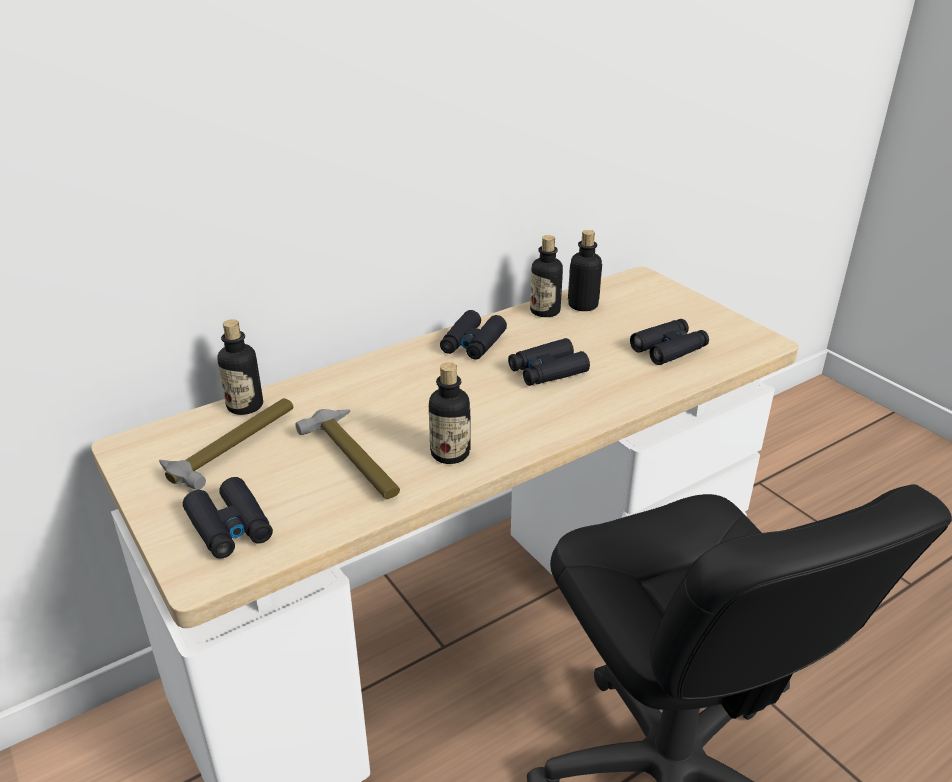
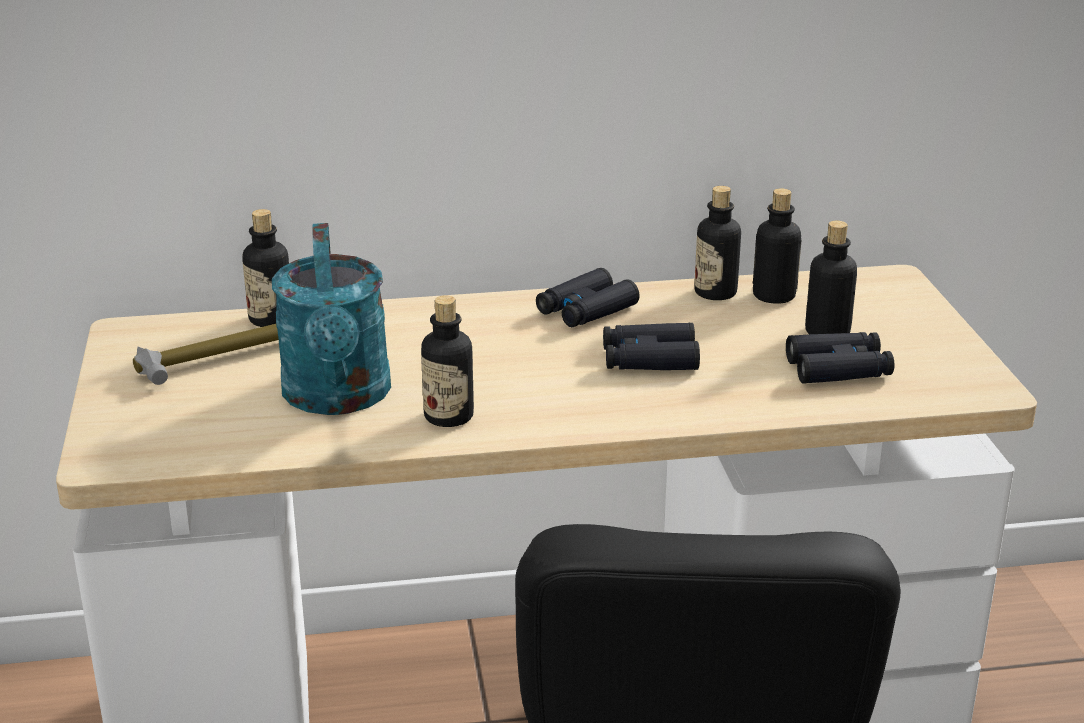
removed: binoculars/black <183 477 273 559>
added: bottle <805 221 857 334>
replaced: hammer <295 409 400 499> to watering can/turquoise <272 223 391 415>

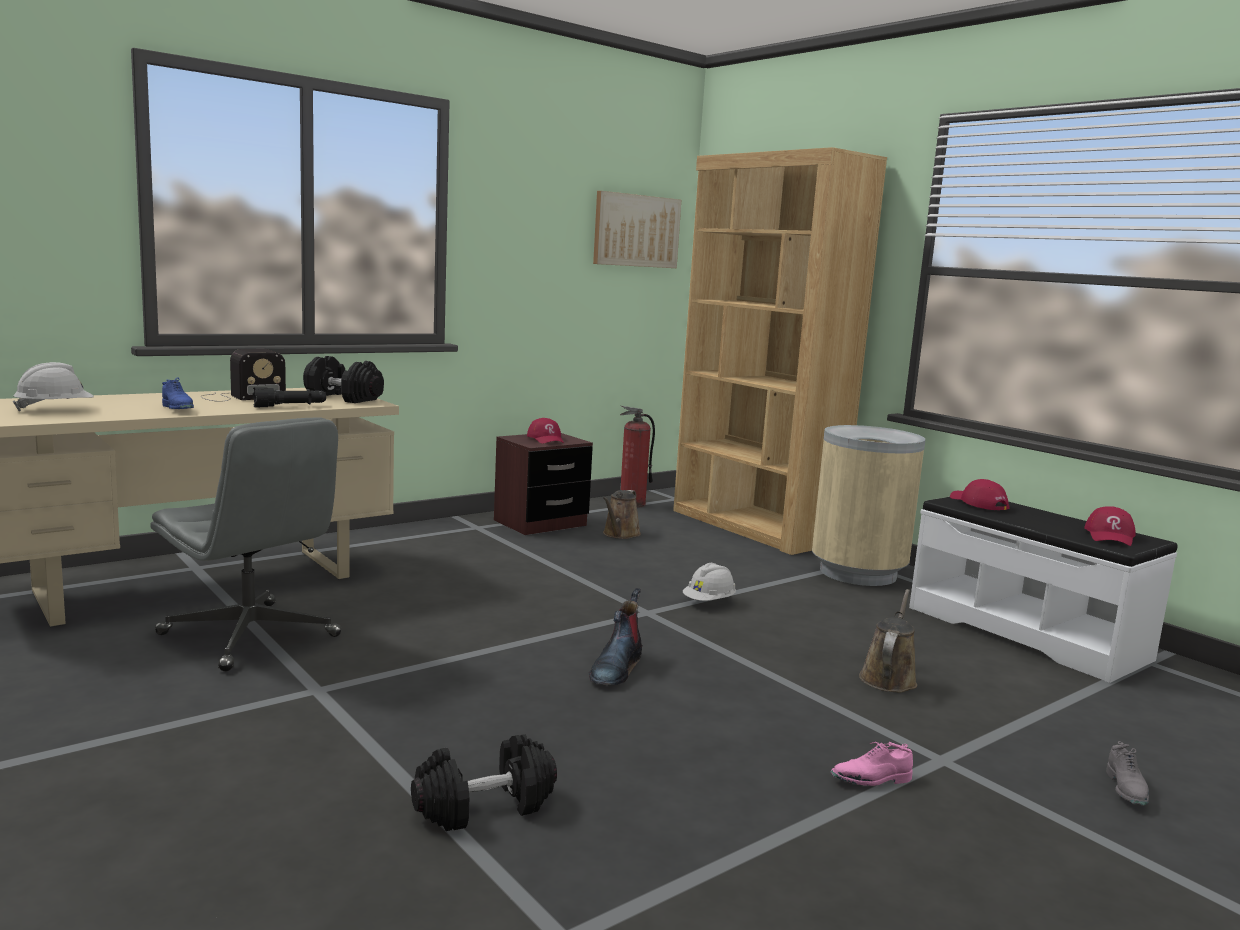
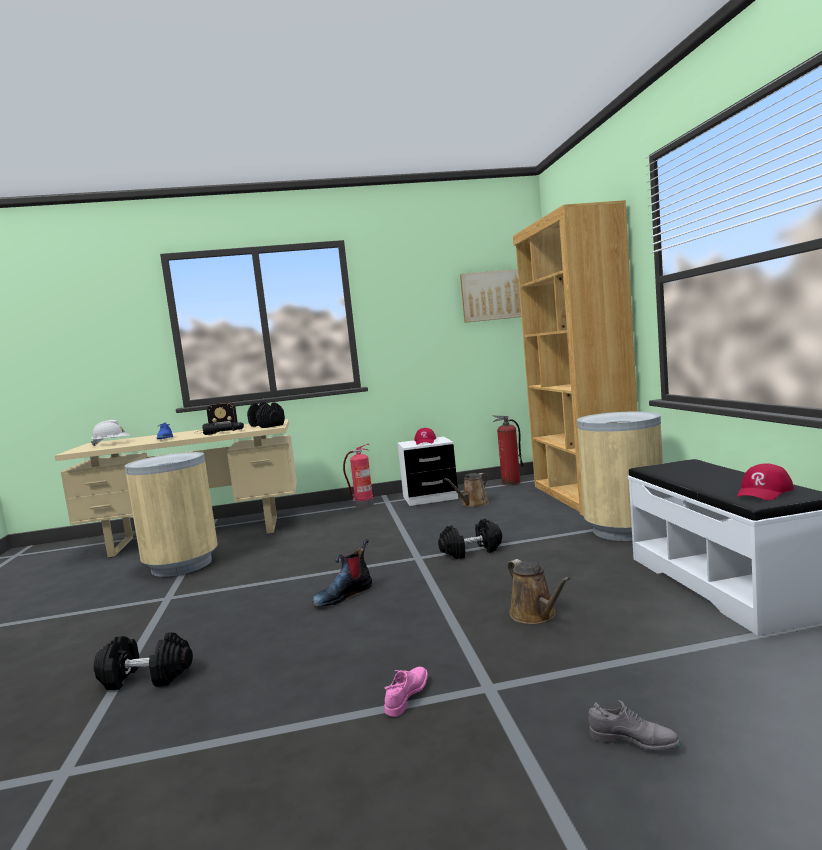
removed: cap/red <950 479 1009 510>
added: fire extinguisher <343 444 374 508>
replaced: office chair/grey <150 417 341 671> to trash can/beige <125 452 218 577>; hard hat/white <683 563 736 601> to dumbbell/black <438 519 502 559>
recoloured: nightstand/brown <494 433 593 535> to nightstand/white <397 437 458 506>
turned: shoe/pink <831 742 913 786> = <384 667 428 717> 105 degrees clockwise; watering can/brown <859 589 917 692> = <507 559 570 624> 105 degrees clockwise; shoe/grey <1106 741 1149 806> = <588 700 681 751> 105 degrees counterclockwise

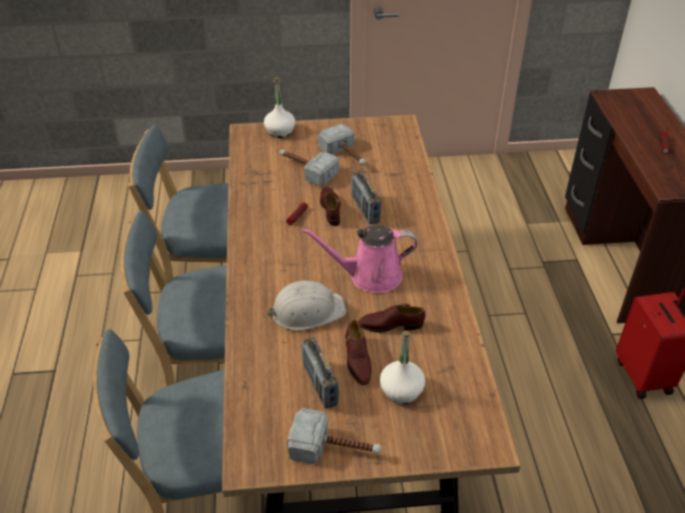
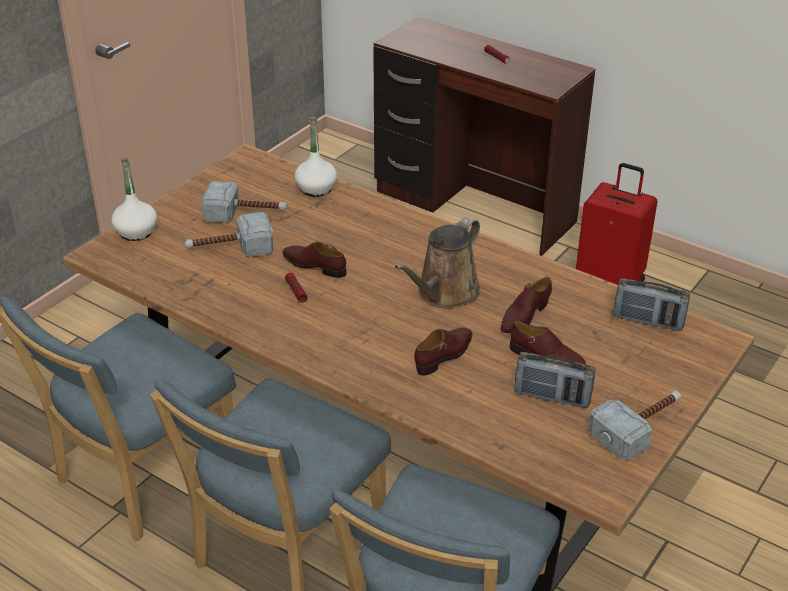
moved: radio <352 172 381 225> to <613 278 690 331>; bottle/white <380 331 425 404> to <295 116 337 197>
replaced: hard hat/white <267 281 346 330> to shoe/brown <414 327 472 375>
recoloured: watering can/pink <301 225 417 293> to watering can/brown <395 217 480 308>

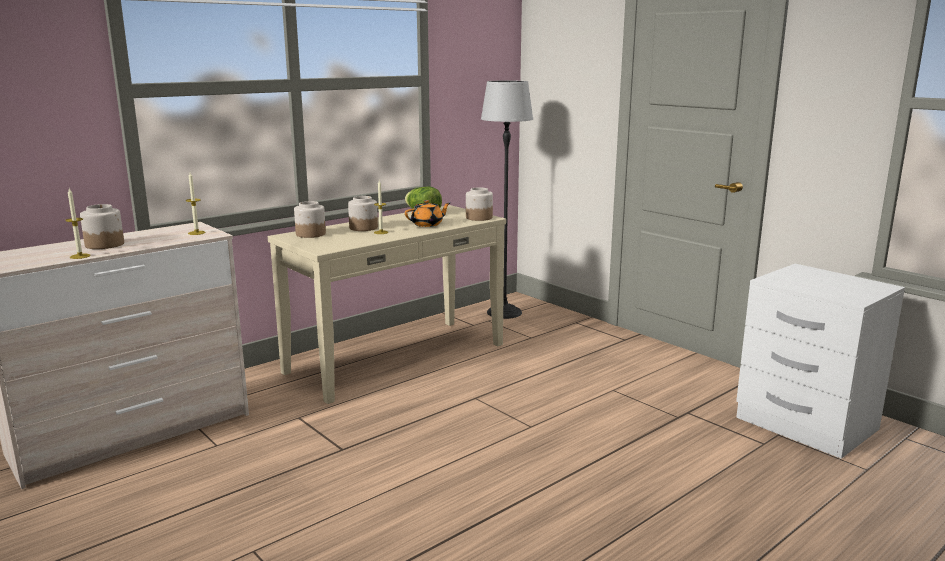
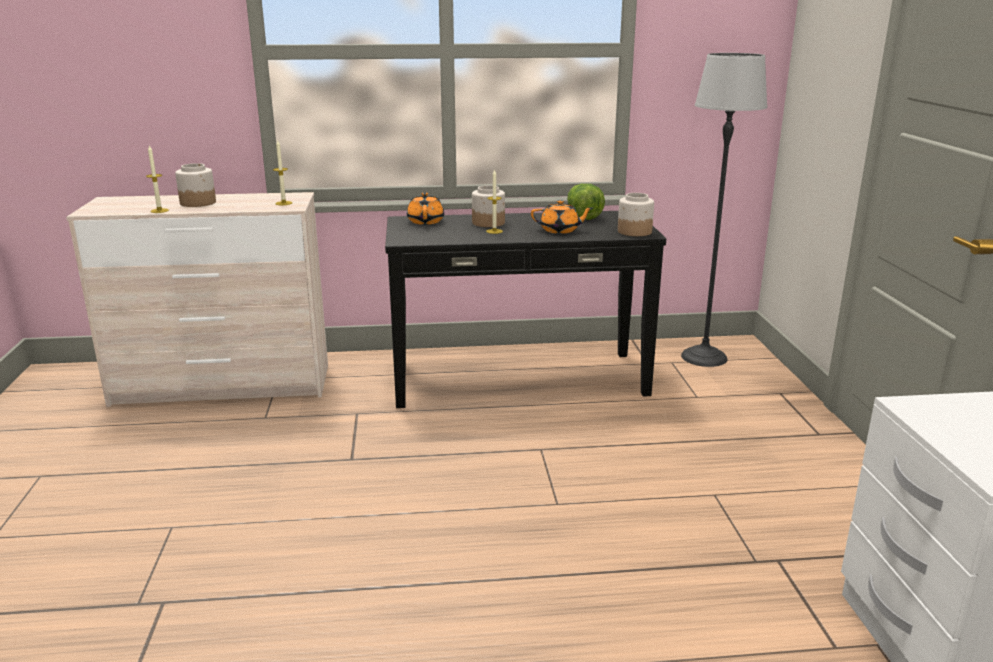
replaced: jar <294 201 326 238> to teapot/orange <407 192 444 225>
recoloured: console table/beige <268 205 506 404> to console table/black <385 211 666 408>

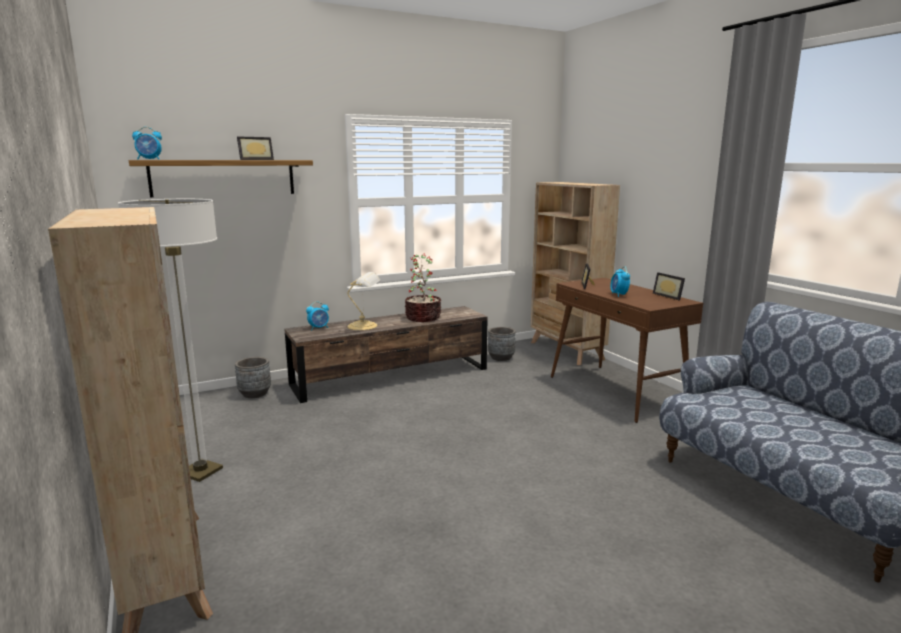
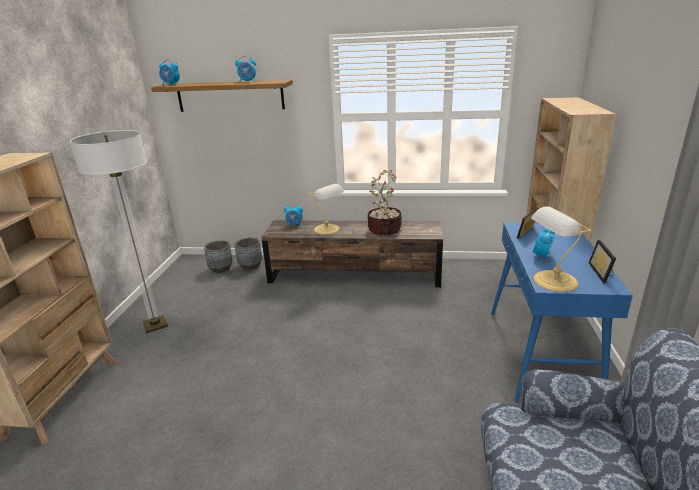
added: table lamp <531 206 591 292>
moved: planter/grey <488 327 516 361> to <204 240 233 273>
replaced: picture frame <237 136 274 160> to alarm clock <235 56 256 83>
recoloured: console table/brown <551 278 703 423> to console table/blue <491 223 633 402>

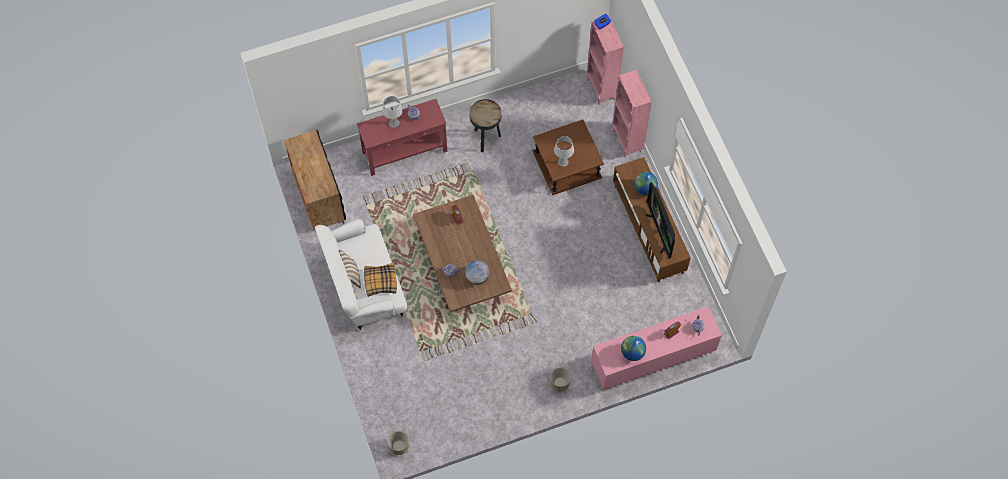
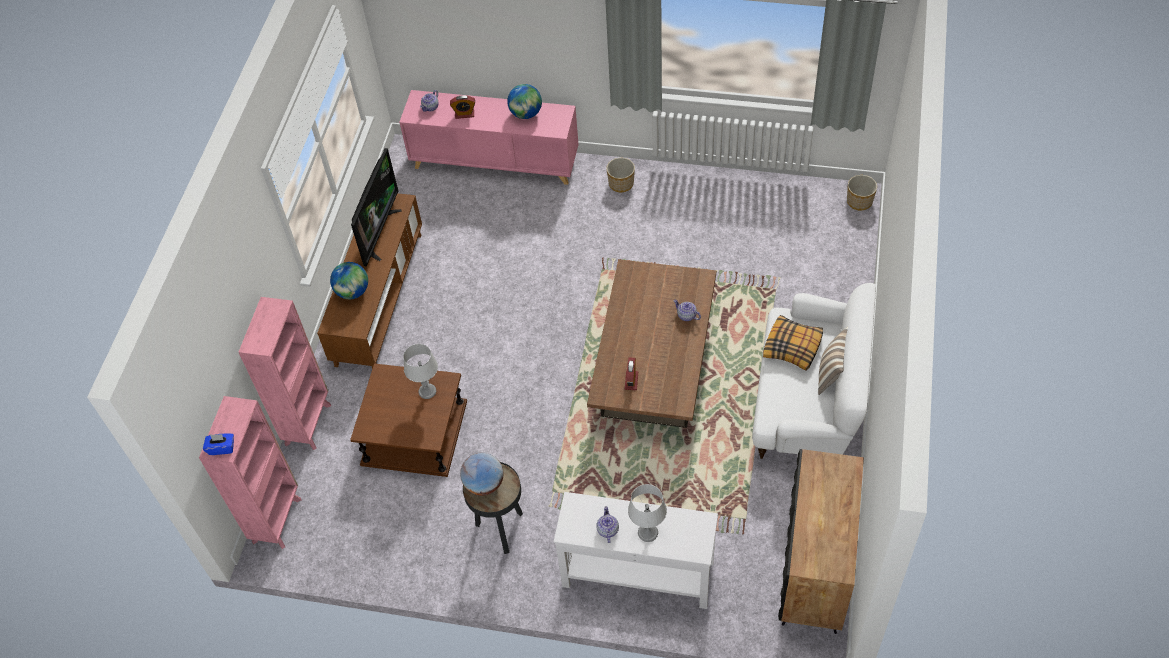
moved: globe <465 260 490 285> to <460 452 504 496>
recoloured: console table/red <357 99 448 176> to console table/white <554 492 718 609>

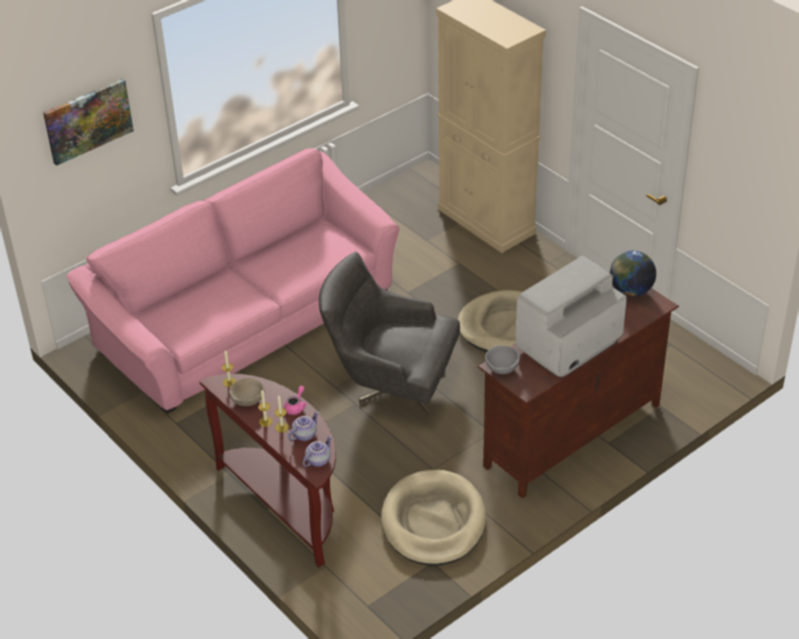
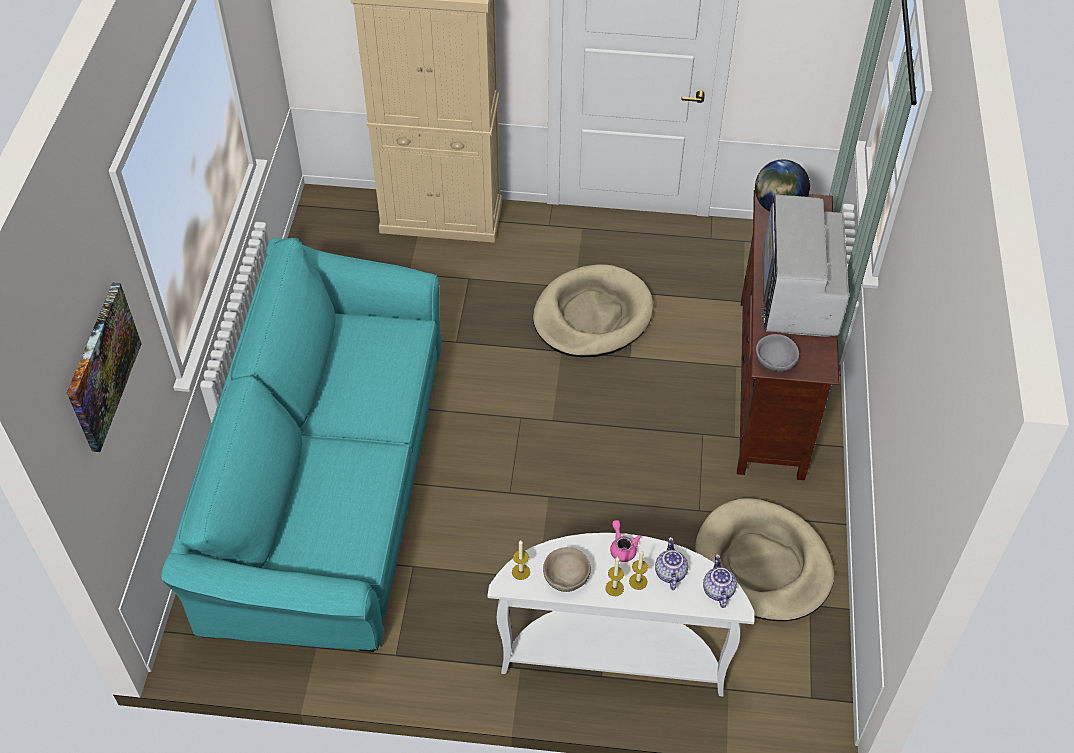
removed: armchair/grey <319 252 460 415>
recoloured: sofa/pink <67 148 399 414> to sofa/turquoise <161 238 441 652>; console table/brown <199 374 336 568> to console table/white <488 533 755 696>

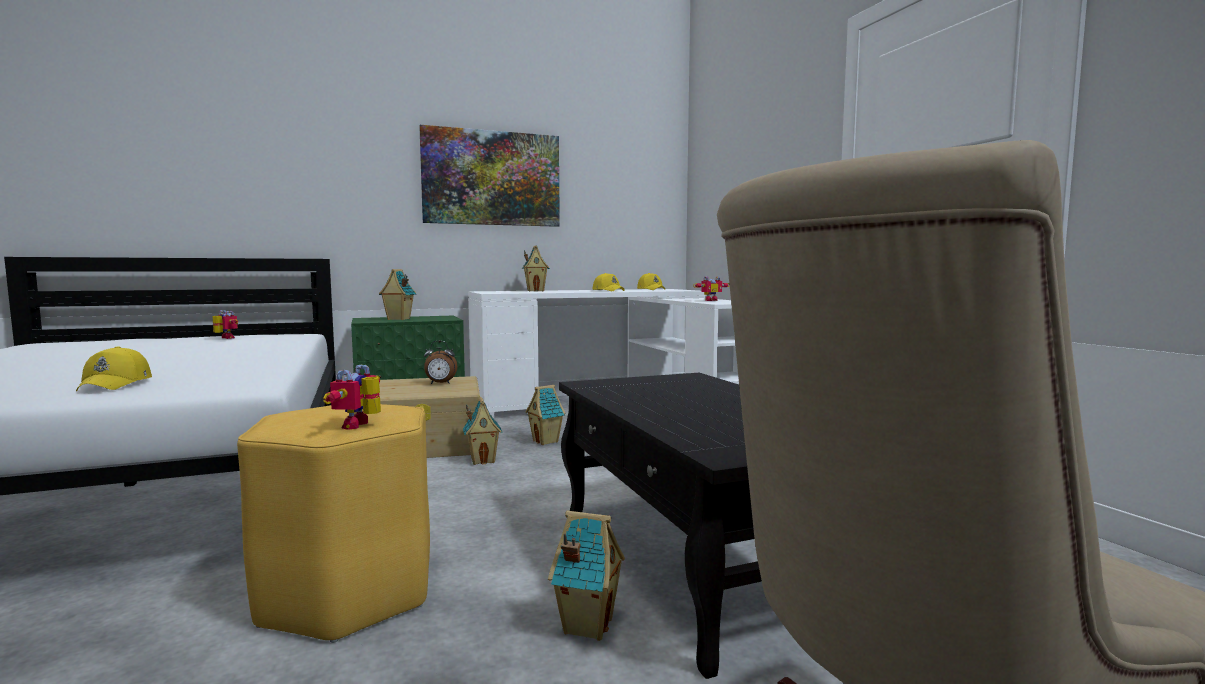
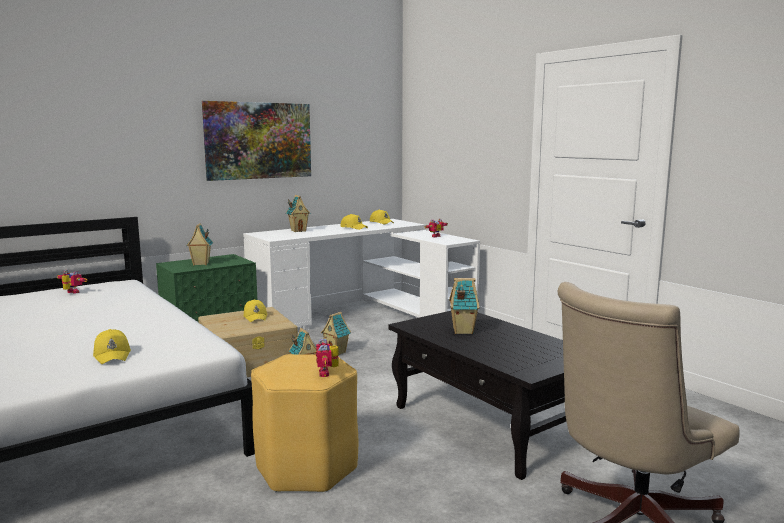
moved: toy house <548 511 625 641> to <449 278 479 334>
replaced: alarm clock <424 341 457 384> to cap/yellow <243 299 267 322>

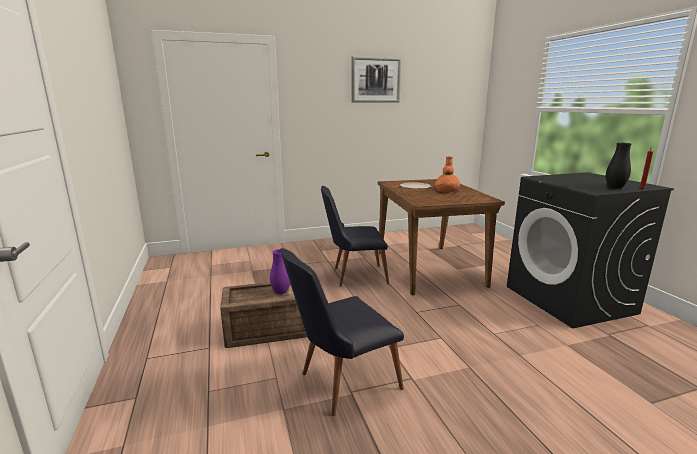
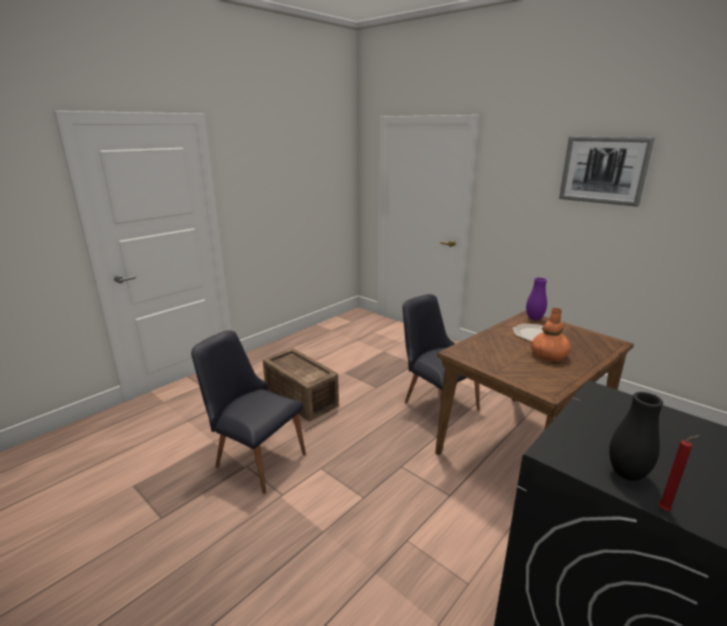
moved: vase/purple <270 249 290 294> to <526 278 547 320>

